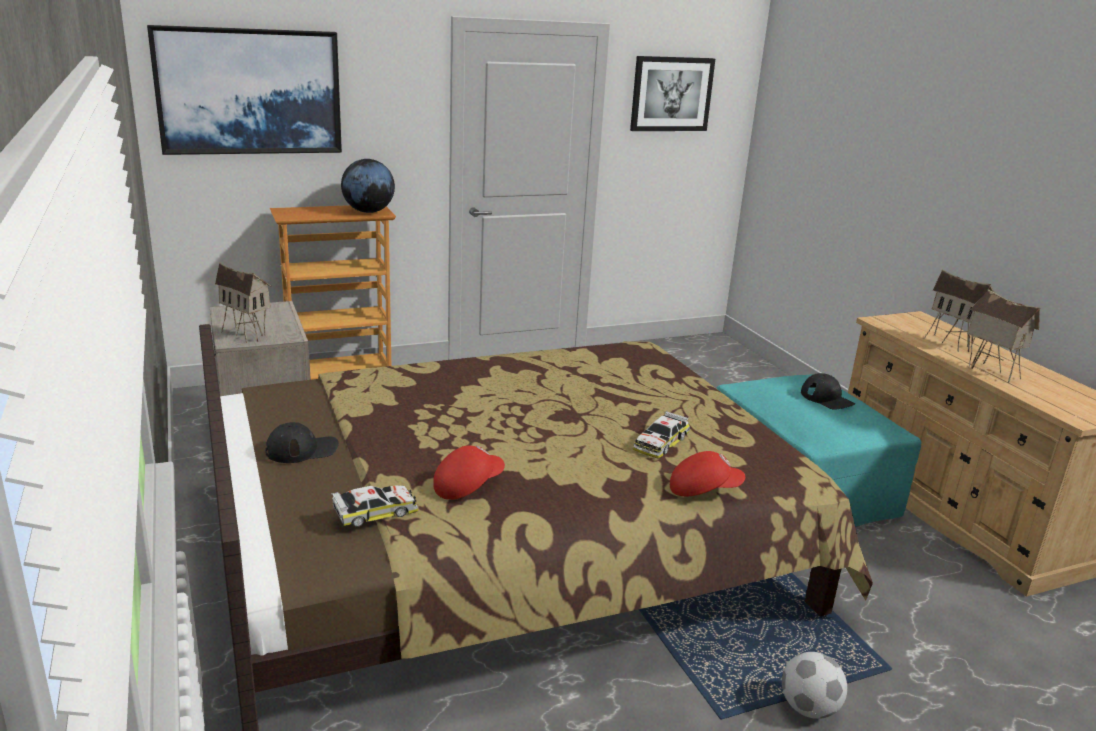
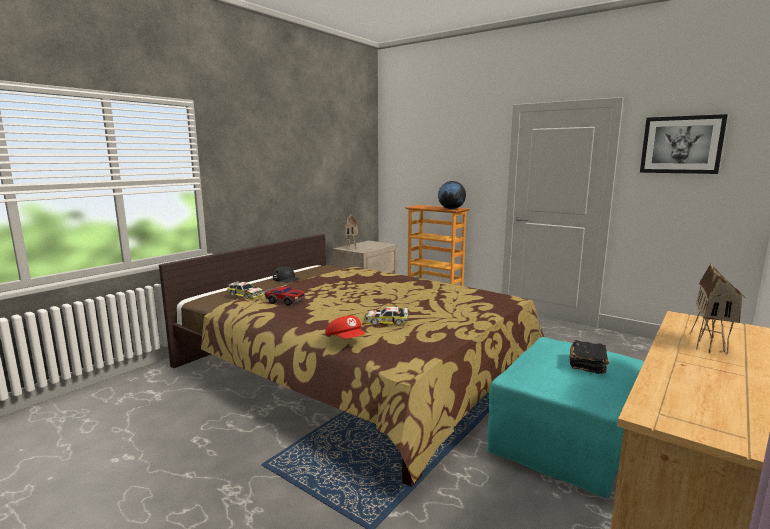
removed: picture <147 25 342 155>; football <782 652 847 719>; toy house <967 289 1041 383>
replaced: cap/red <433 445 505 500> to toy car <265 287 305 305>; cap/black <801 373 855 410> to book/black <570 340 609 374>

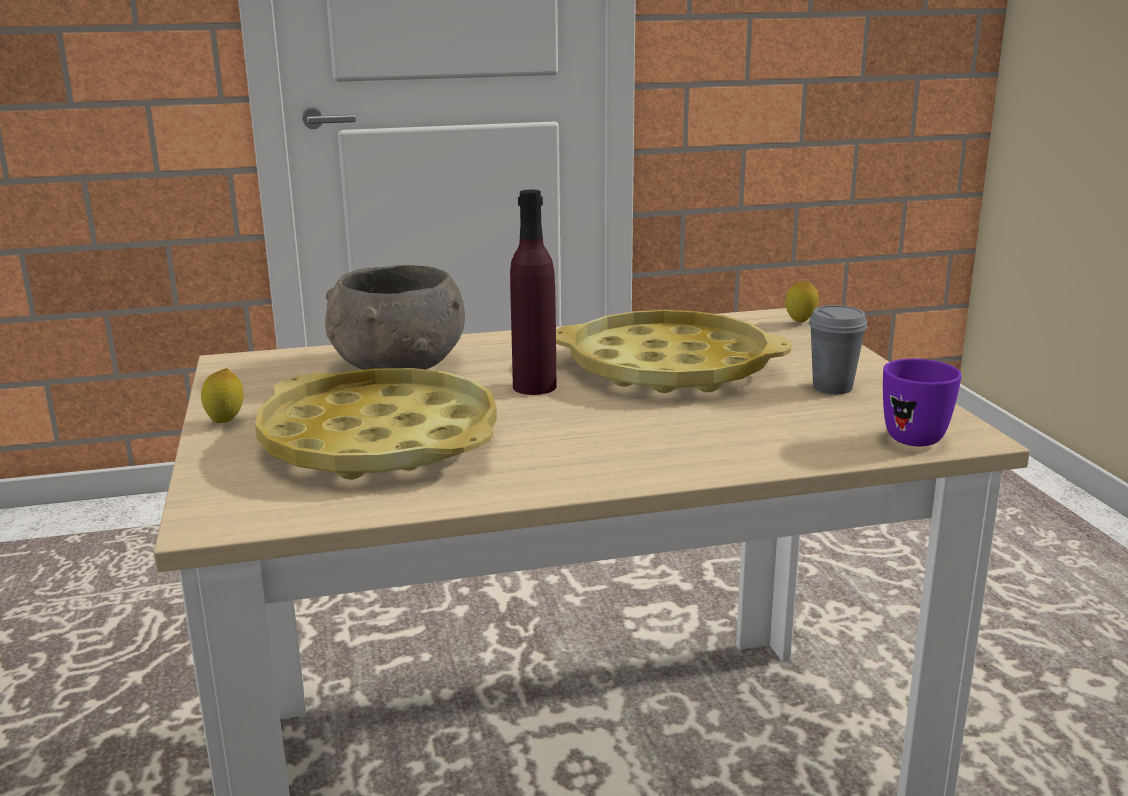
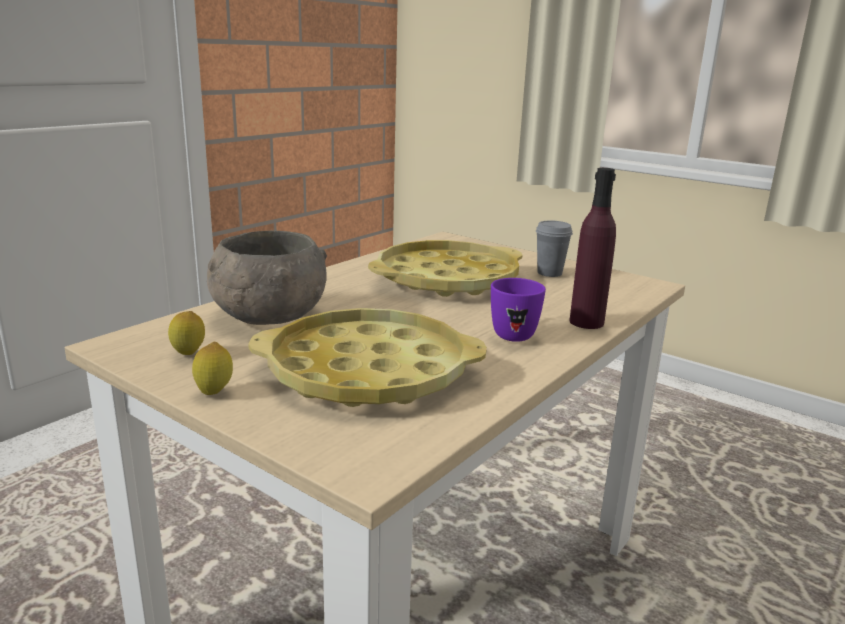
moved: bottle/purple <510 190 556 395> to <569 168 616 329>; lemon <785 281 819 322> to <168 311 205 355>; mug/purple <883 359 962 446> to <491 278 546 342>

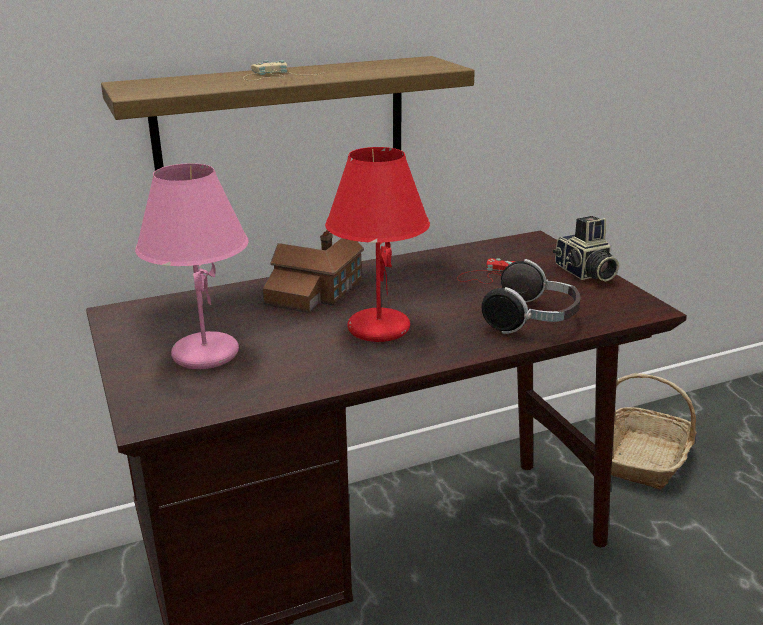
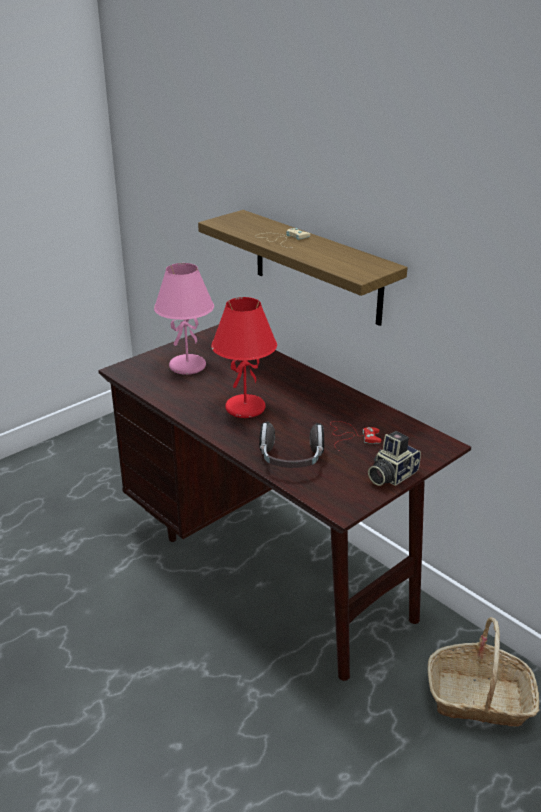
removed: toy house <262 230 364 314>

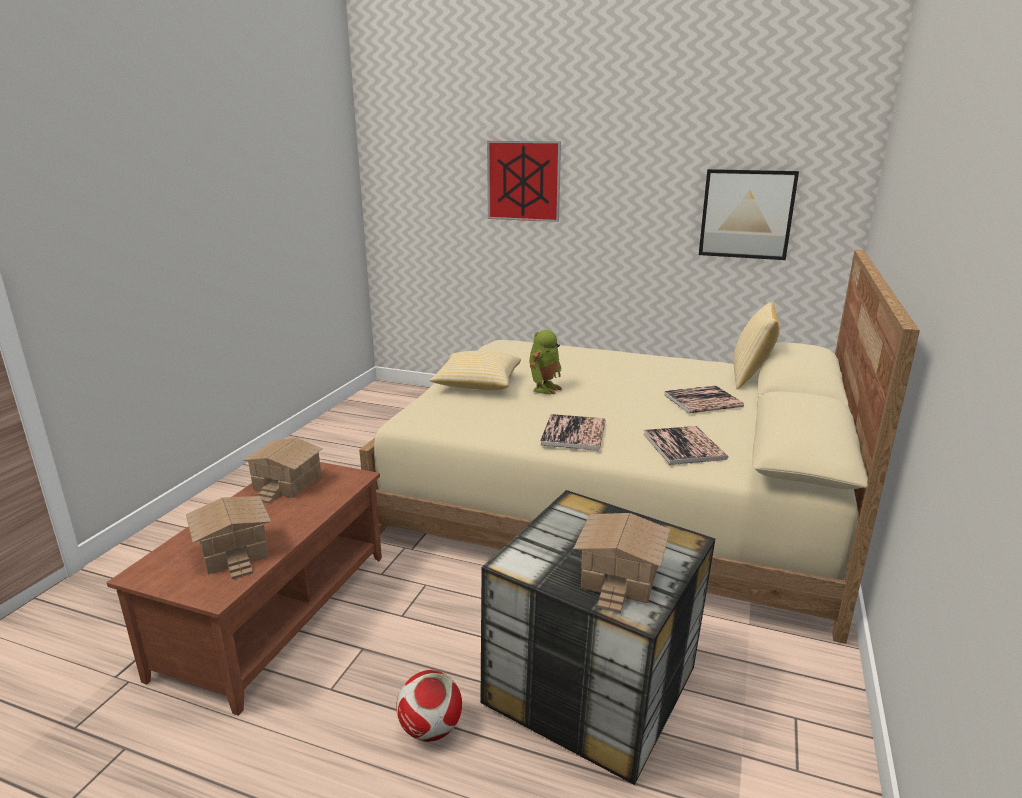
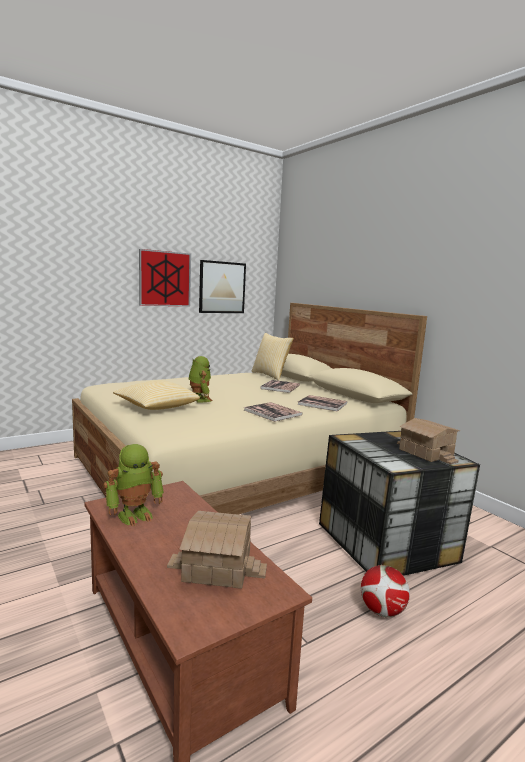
moved: picture <487 141 561 222> to <139 249 191 307>
replaced: toy house <243 438 323 503> to toy robot <103 444 164 526>

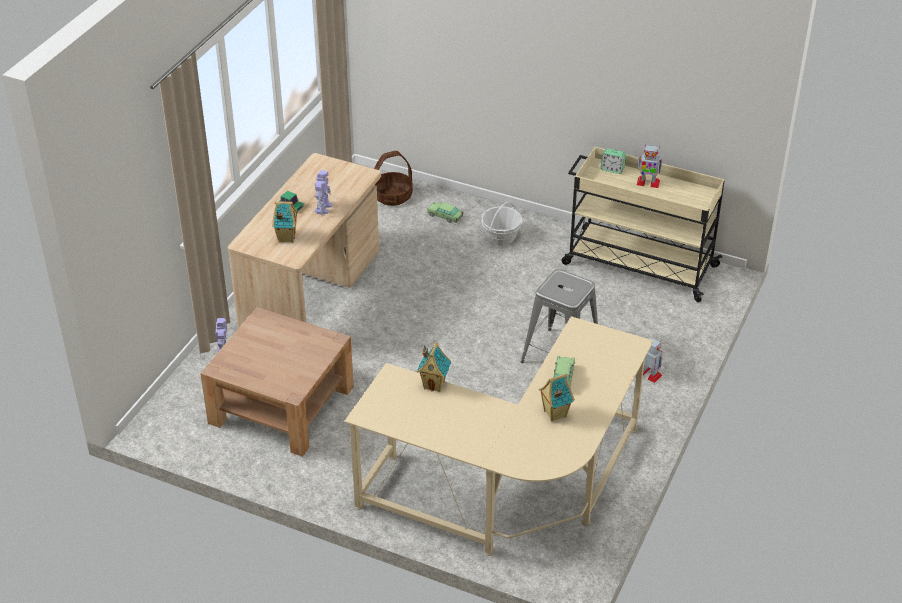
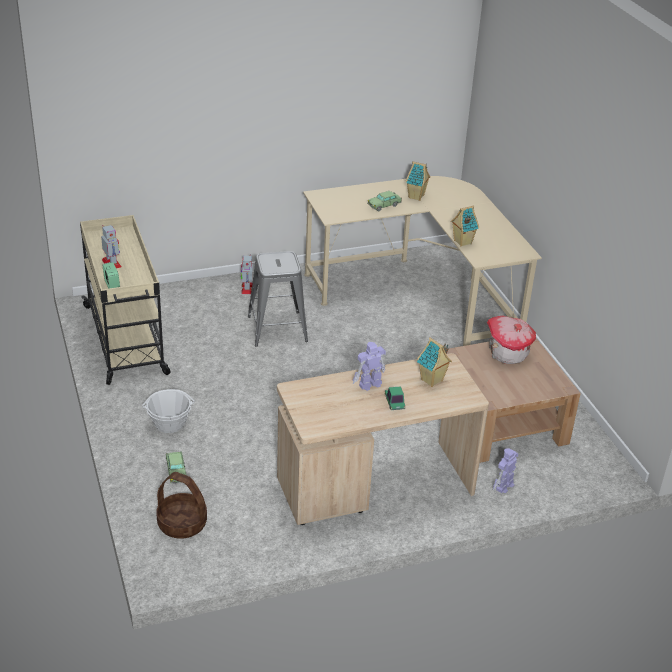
added: toy house <487 315 536 364>

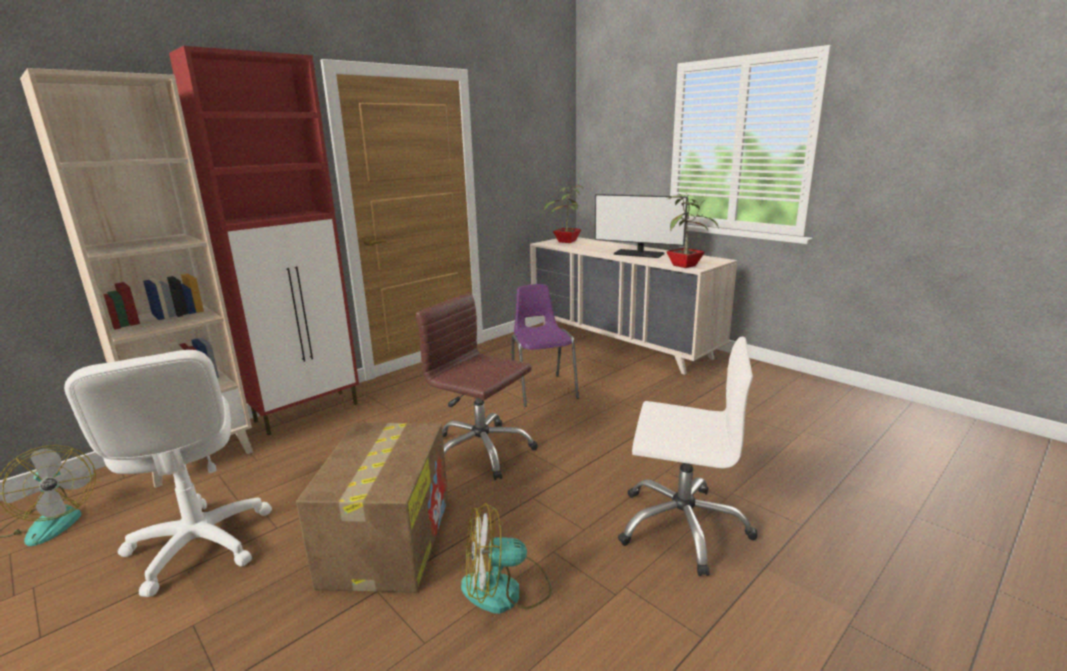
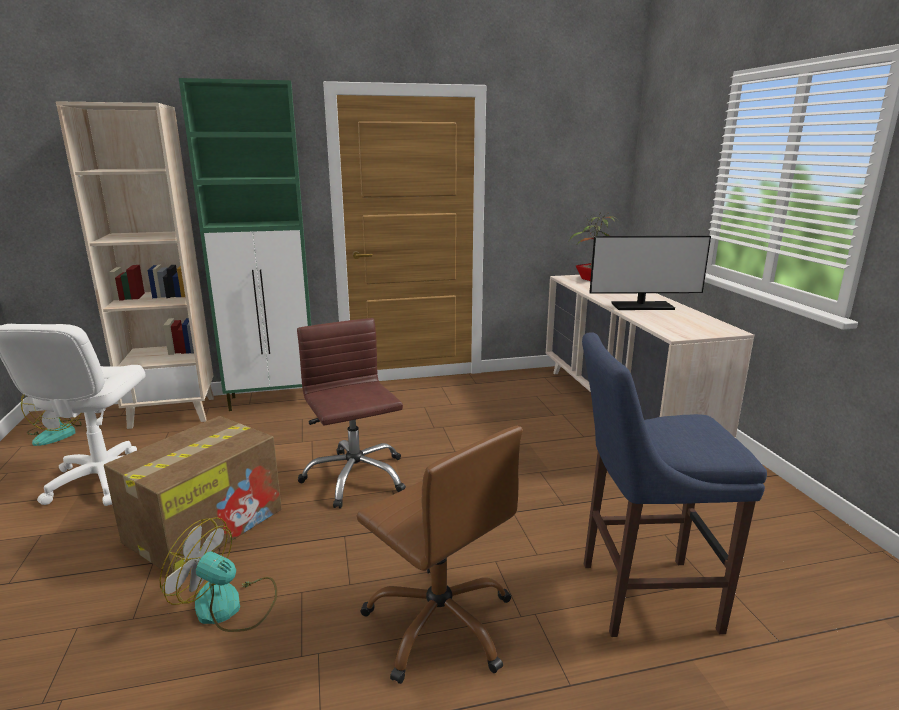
removed: chair/purple <512 284 579 407>; potted plant <666 194 719 268>
added: stool/blue <582 332 767 637>
recoloured: cabinet/red <169 46 359 435> to cabinet/green <179 78 311 411>; office chair/white <618 337 758 576> to office chair/brown <357 426 523 684>
turned: monitor <595 194 688 258> = <589 236 711 310> 60 degrees counterclockwise

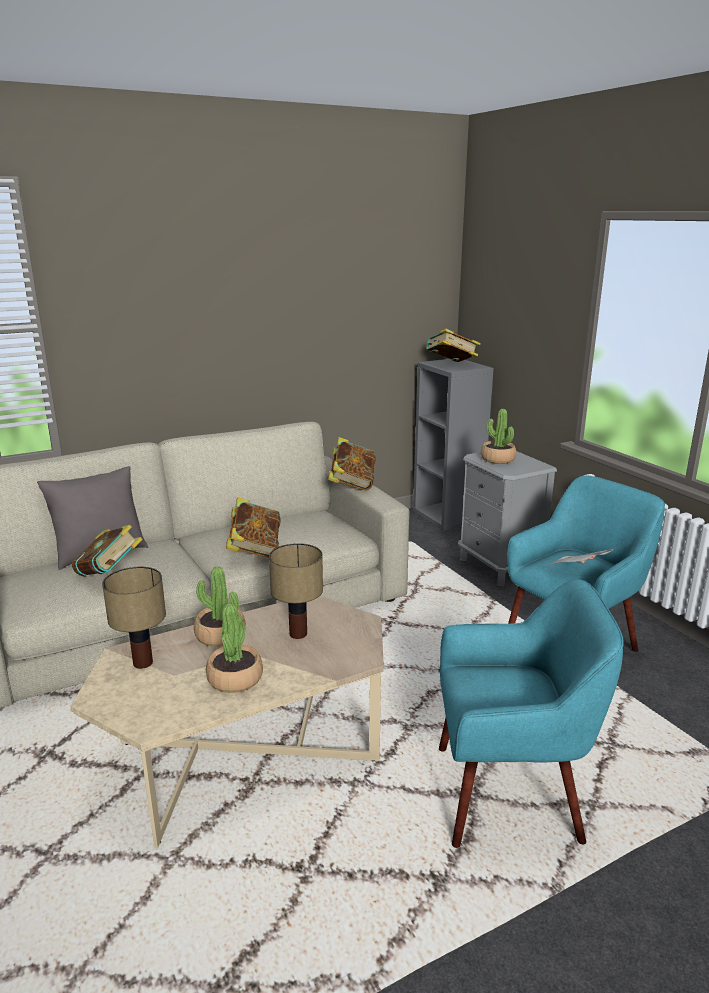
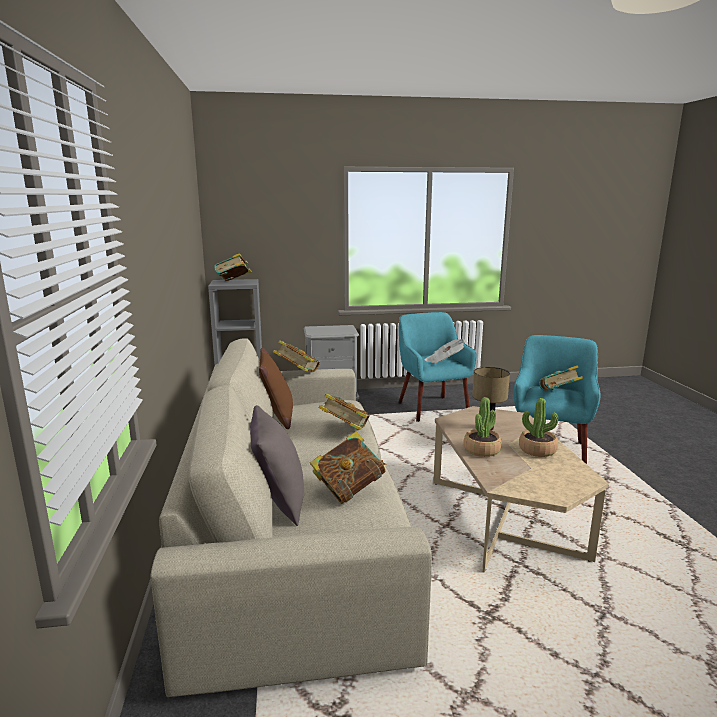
removed: table lamp <102 567 166 669>; potted plant <481 409 516 464>
added: pillow/brown <259 348 293 429>; book <539 365 583 391>

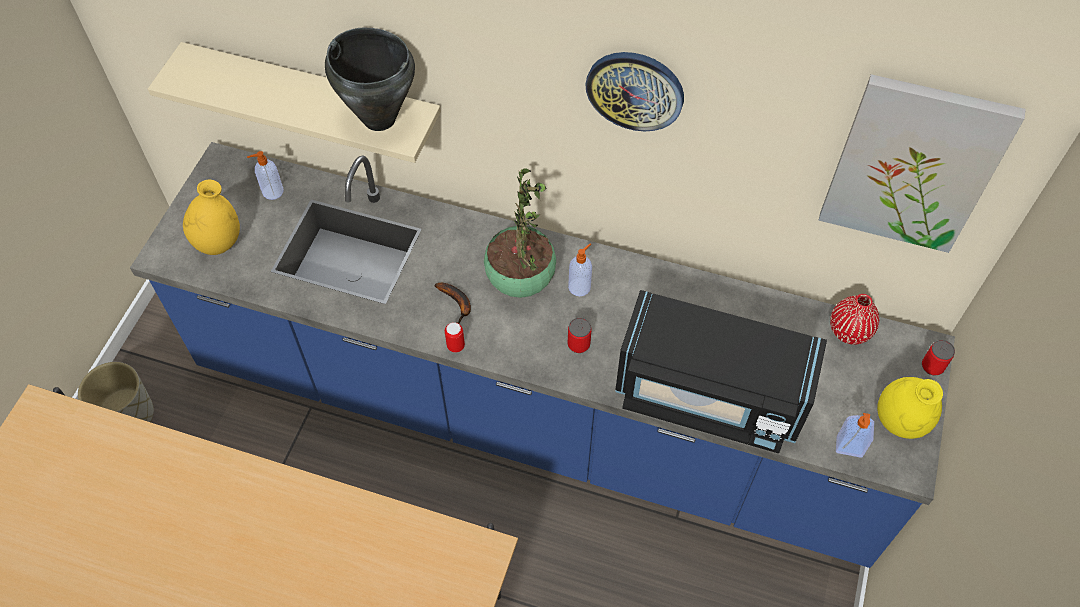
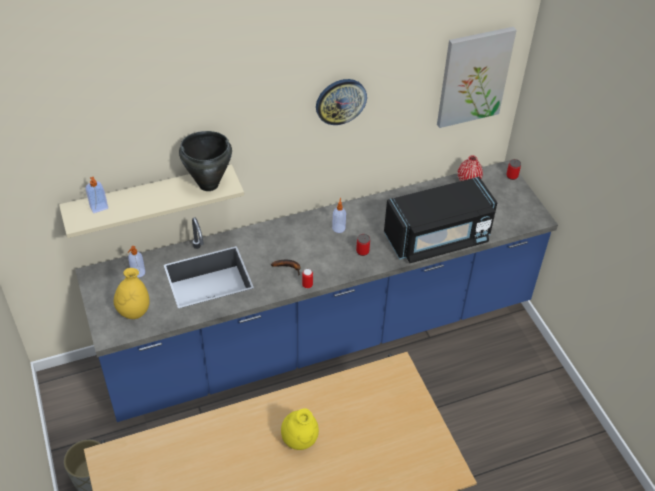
removed: potted plant <484 168 556 298>
moved: soap dispenser <836 413 874 458> to <86 177 108 213>; vase/yellow <877 377 943 439> to <281 408 319 450>

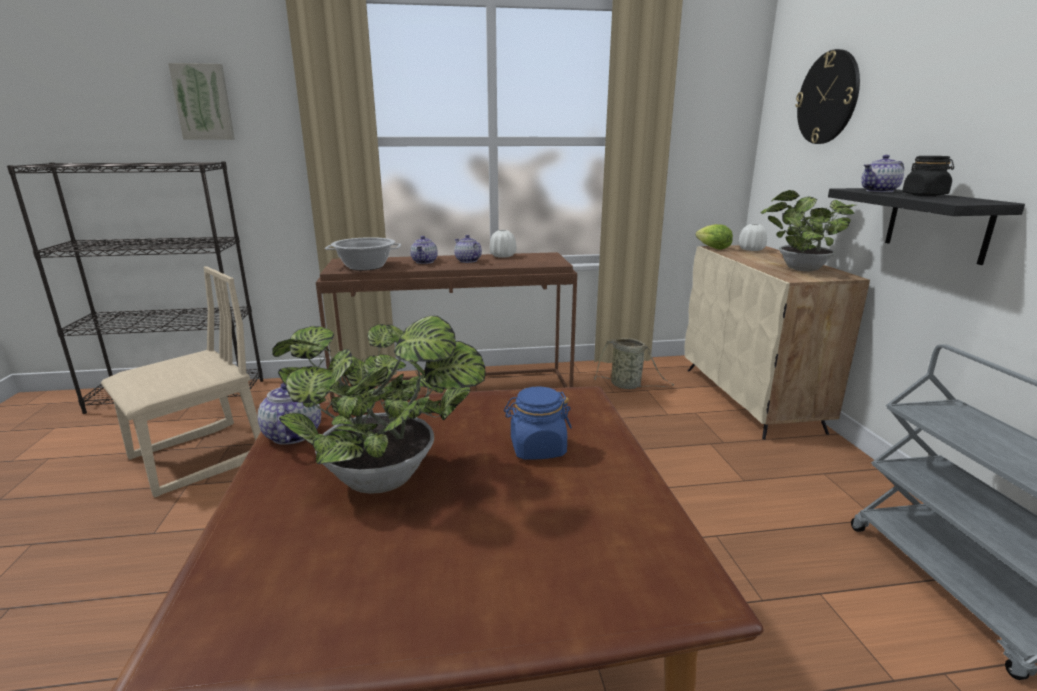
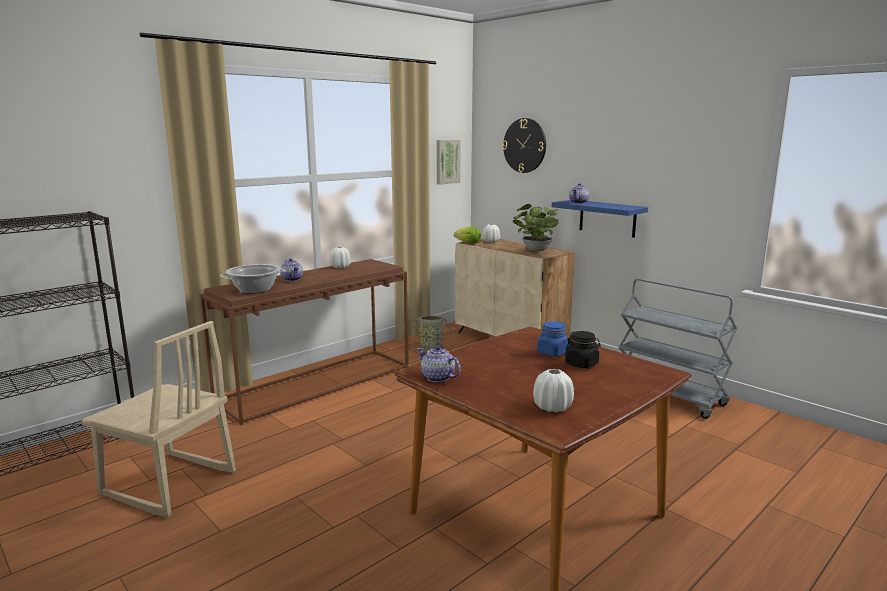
removed: potted plant <272 316 486 494>; teapot <454 235 482 263>
added: vase/white <533 369 574 413>
moved: picture <168 63 235 140> to <437 140 461 185>; jar/black <902 156 954 196> to <565 331 601 369>
recoloured: shelf/black <828 188 1025 265> to shelf/blue <552 200 648 238>
turned: chair/beige <101 266 261 498> = <82 321 236 517> 105 degrees clockwise

